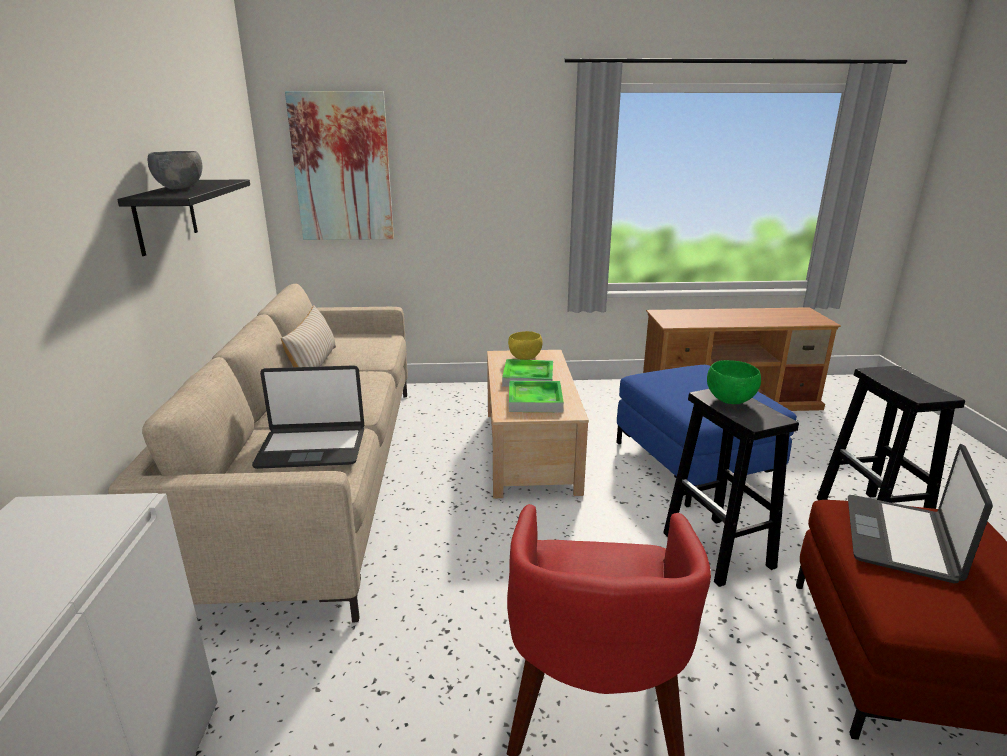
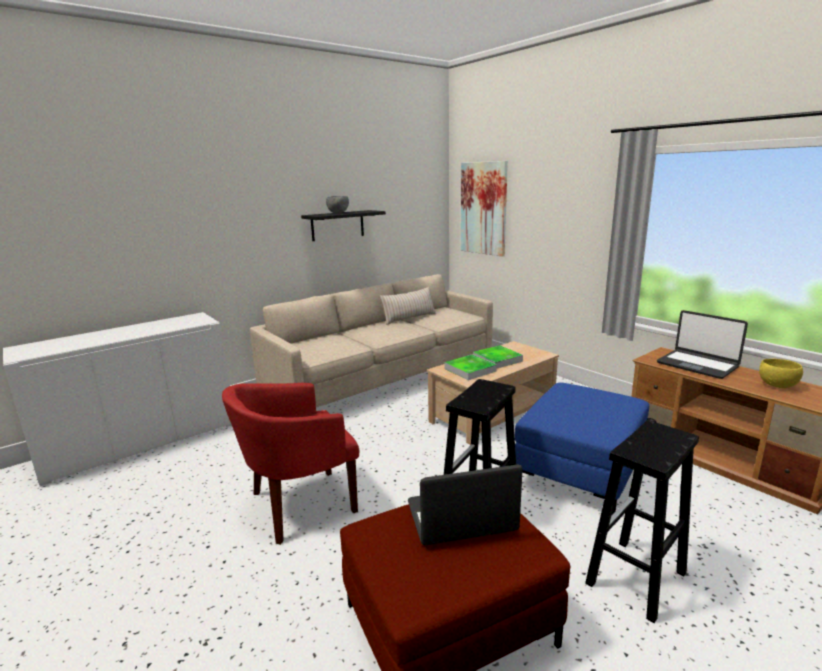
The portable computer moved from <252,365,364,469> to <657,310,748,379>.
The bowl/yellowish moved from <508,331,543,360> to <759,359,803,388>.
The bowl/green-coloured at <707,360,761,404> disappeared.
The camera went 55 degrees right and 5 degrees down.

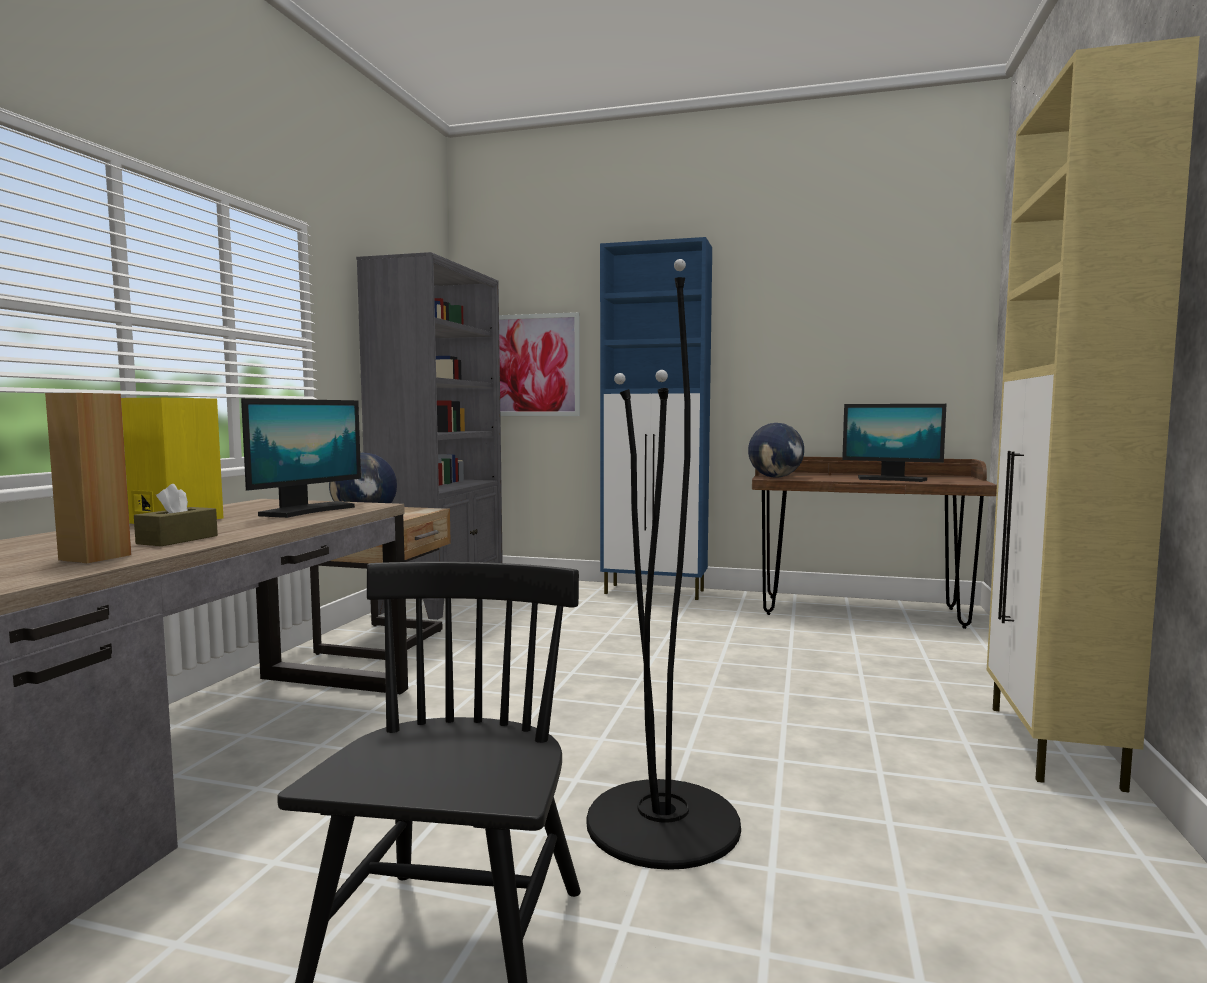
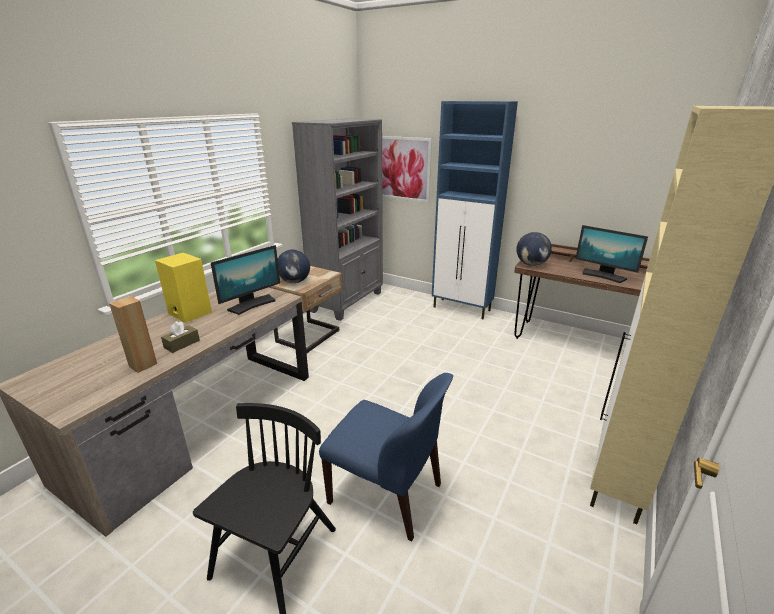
The standing lamp/black-coloured at <586,259,741,870> was replaced by the upright chair/bluish at <319,373,453,541>.
The camera went 15 degrees right and 20 degrees up.

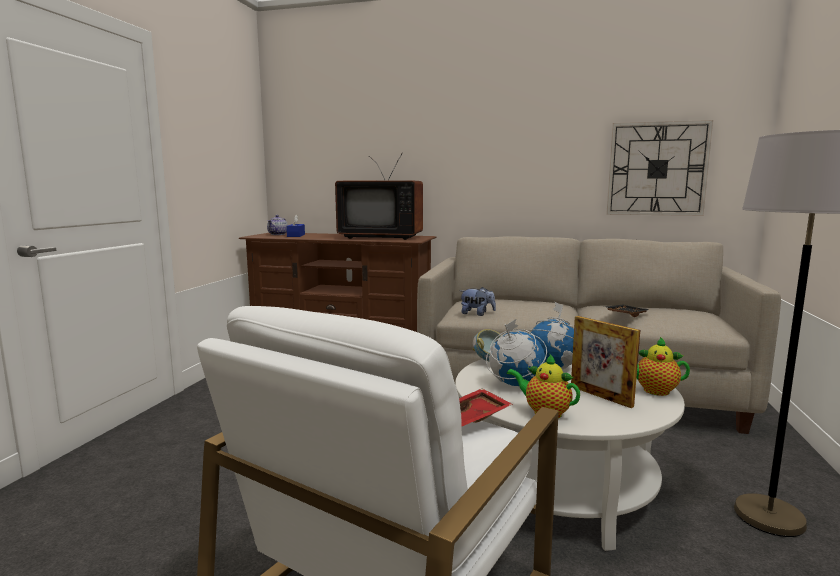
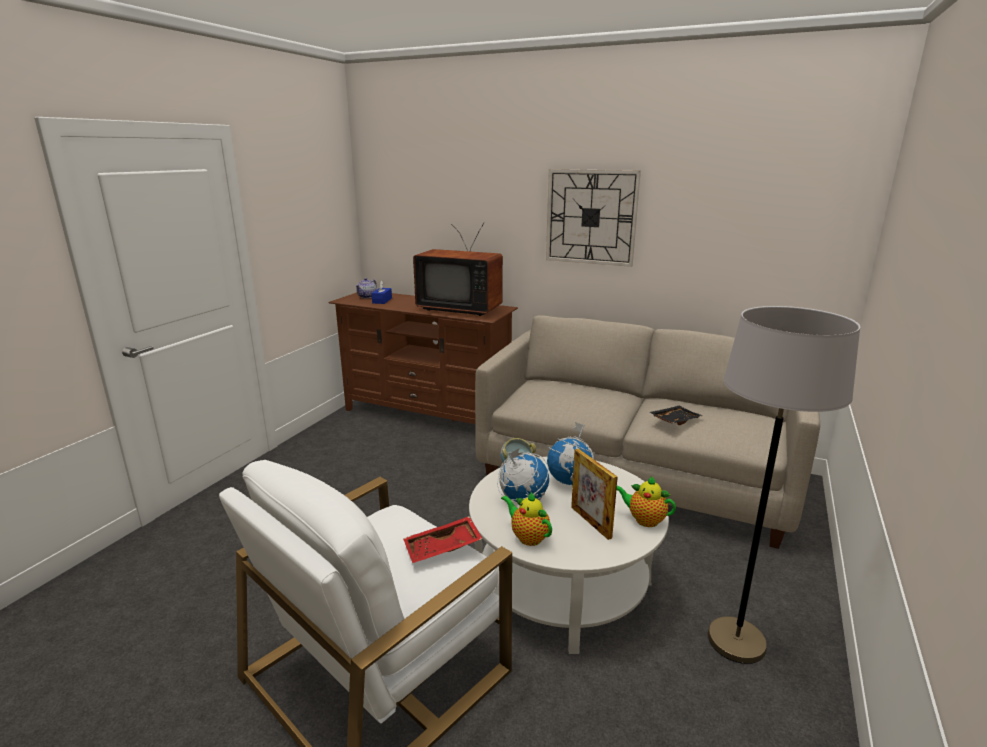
The cuddly toy at <460,287,496,316> disappeared.
The hanging clock moved from <607,120,713,216> to <546,169,641,267>.
The camera went 10 degrees right and 10 degrees up.

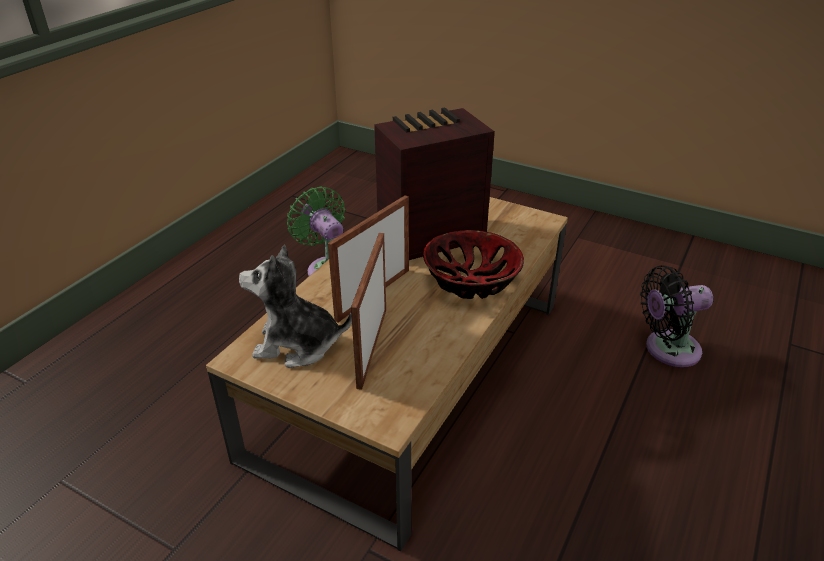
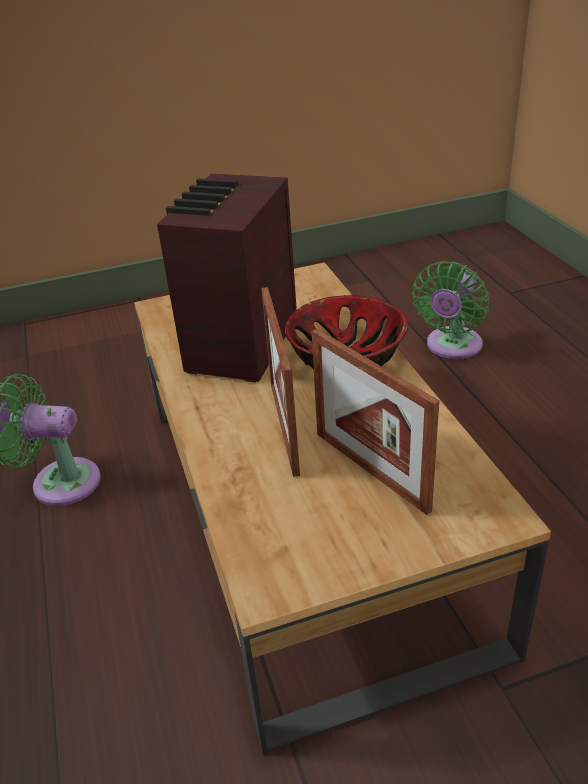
The cuddly toy at <239,245,352,368> disappeared.
The fan/black-coloured at <640,265,713,367> became the fan/green-coloured at <412,261,489,359>.
The camera went 45 degrees left and 0 degrees up.

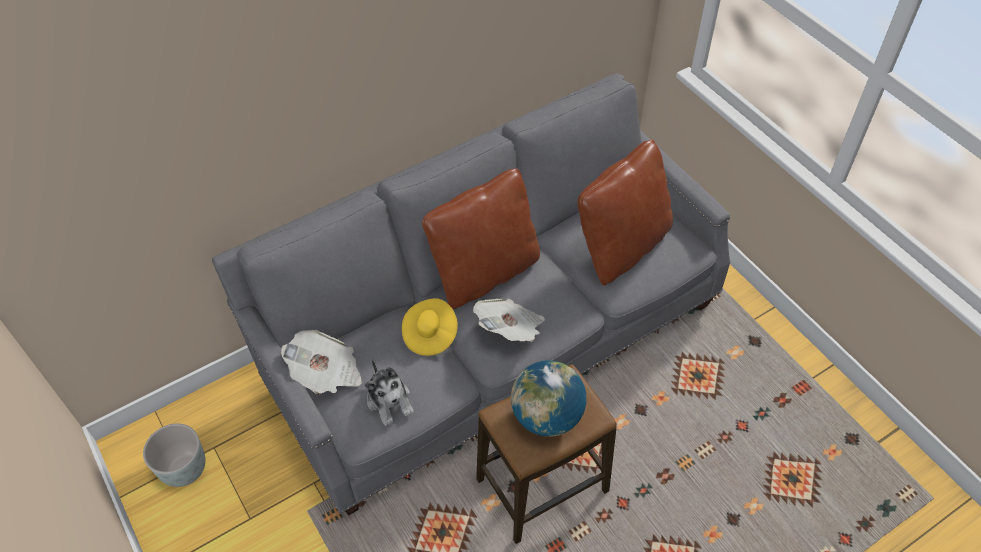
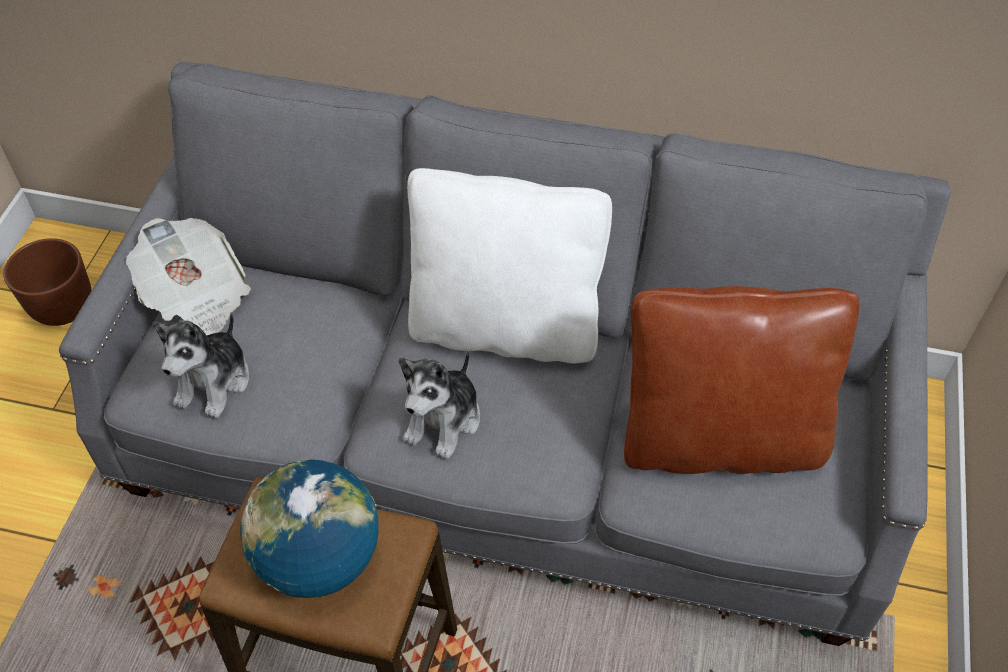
The planter/gray at <143,424,205,487> became the planter/brown-coloured at <3,238,92,326>.
The hat/yellowish at <402,298,458,356> disappeared.
The cushion/brown-coloured at <422,168,540,309> became the cushion/whitish at <407,168,612,363>.
The daily paper at <473,299,545,341> was replaced by the cuddly toy at <399,350,480,459>.
The camera went 45 degrees right and 0 degrees up.

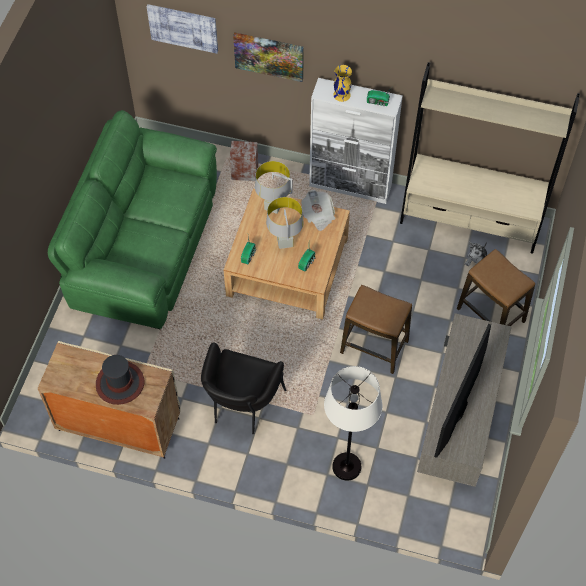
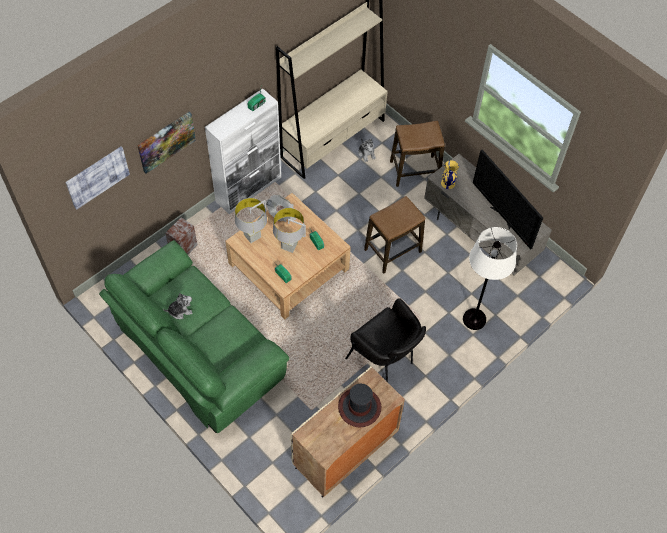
The decorative vase/yellowish moved from <333,65,352,102> to <441,160,459,189>.
The cuddly toy at <163,293,193,319> appeared.
The camera went 60 degrees left and 0 degrees up.

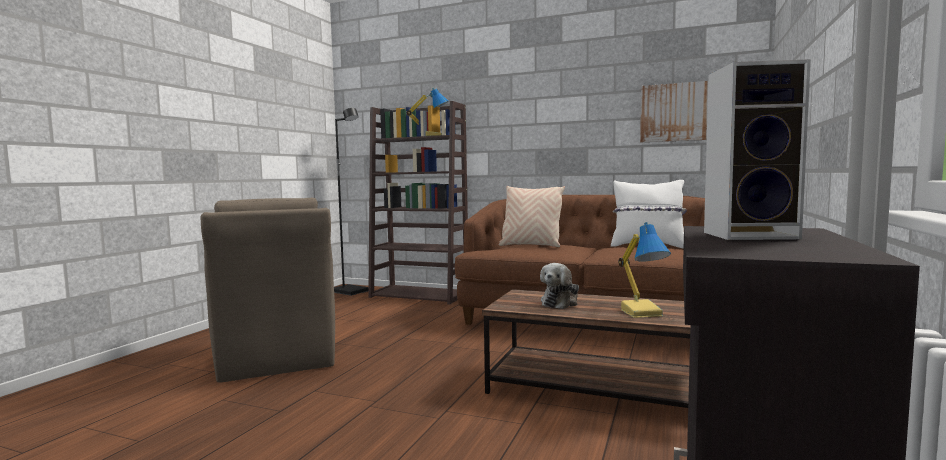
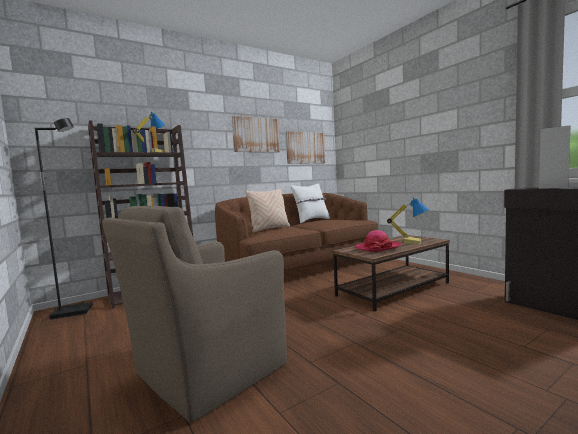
The easy chair/brown-coloured at <200,198,335,383> turned 120 degrees clockwise.
The cuddly toy at <540,263,579,309> was replaced by the hat at <355,230,401,252>.
The wall picture at <232,116,280,152> appeared.
The camera went 55 degrees left and 0 degrees up.

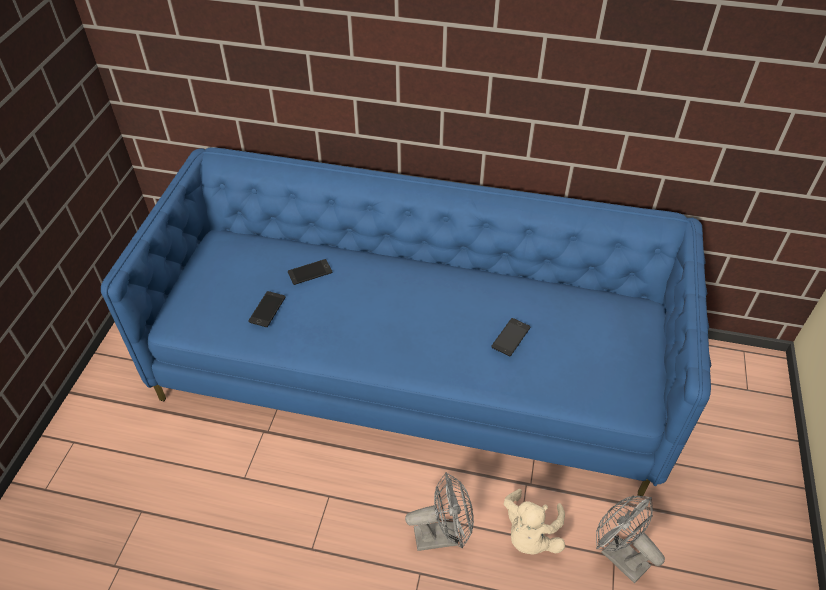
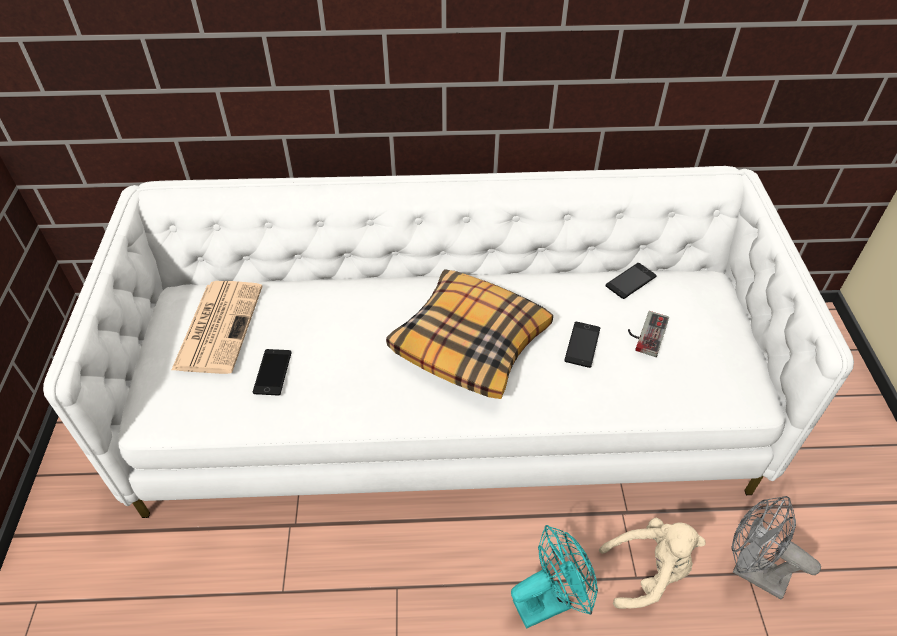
The settee/bluish at <101,147,711,496> became the settee/whitish at <43,166,854,518>.
The handset moved from <288,259,332,285> to <606,263,657,299>.
The fan/gray at <405,472,474,551> became the fan/blue-green at <511,525,598,628>.
The cuddly toy/beige at <504,489,565,555> turned 105 degrees counterclockwise.
The daily paper at <171,281,263,374> appeared.
The cushion at <386,269,553,399> appeared.
The gamepad at <628,311,669,357> appeared.
The camera went 15 degrees left and 0 degrees up.

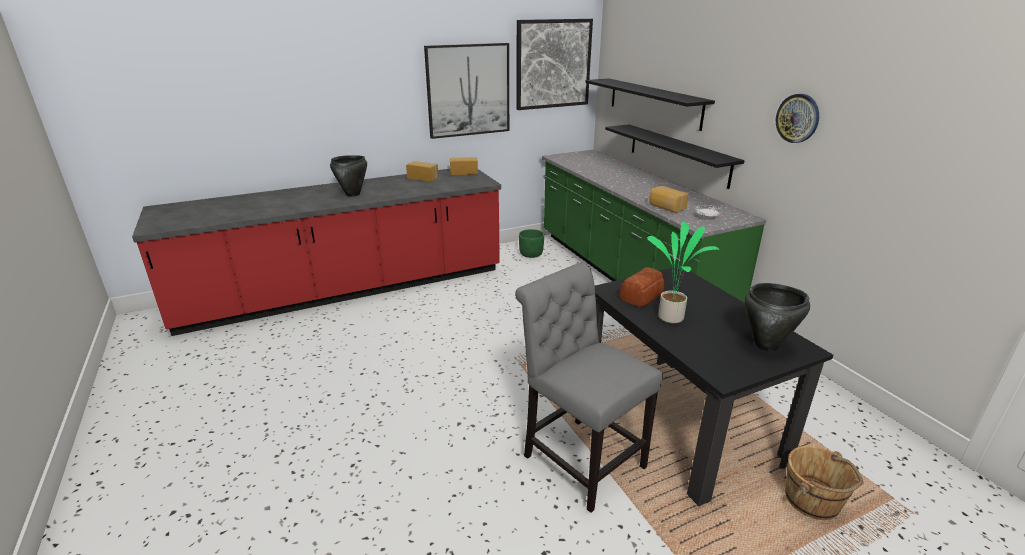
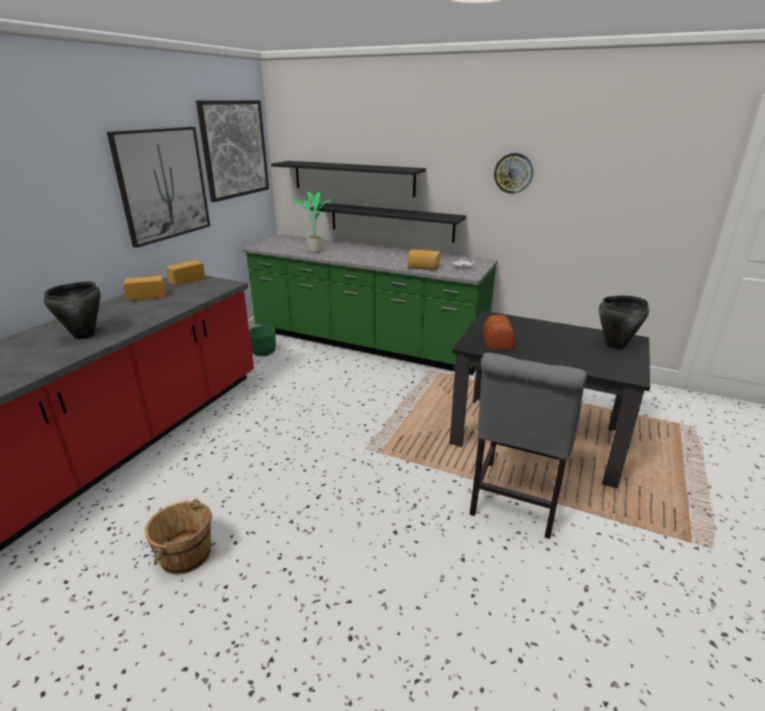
The upright chair/gray at <515,263,663,513> turned 75 degrees counterclockwise.
The houseplant moved from <647,222,719,323> to <293,192,331,253>.
The bucket/brown-coloured moved from <785,446,863,520> to <145,499,212,574>.
The camera went 40 degrees left and 0 degrees up.

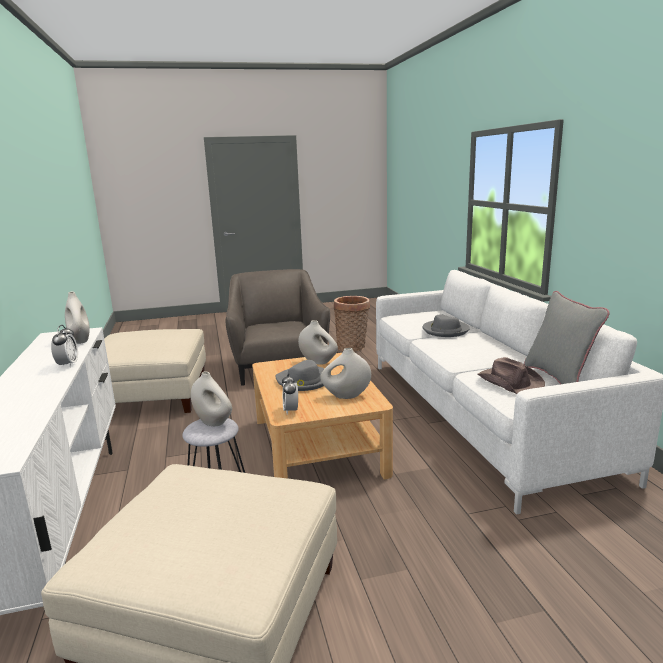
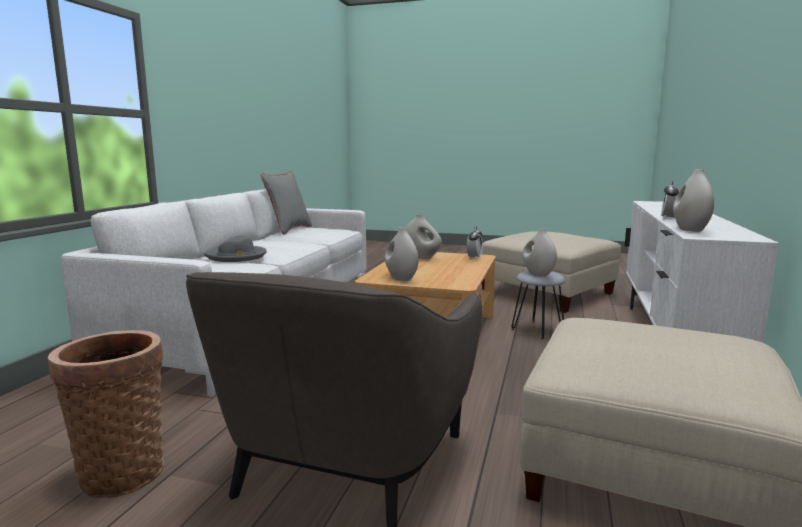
The hat/gray at <275,360,325,391> disappeared.
The hat/brown-coloured at <478,357,545,394> disappeared.
The camera went 150 degrees left and 5 degrees down.

